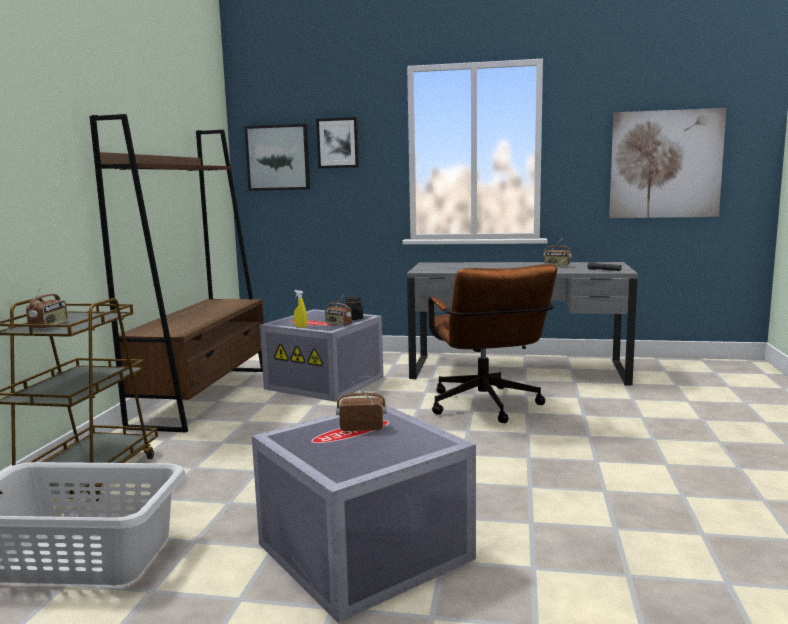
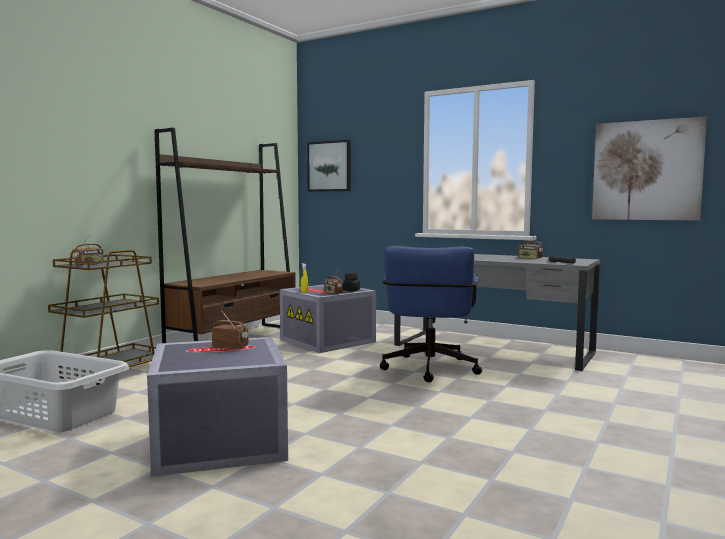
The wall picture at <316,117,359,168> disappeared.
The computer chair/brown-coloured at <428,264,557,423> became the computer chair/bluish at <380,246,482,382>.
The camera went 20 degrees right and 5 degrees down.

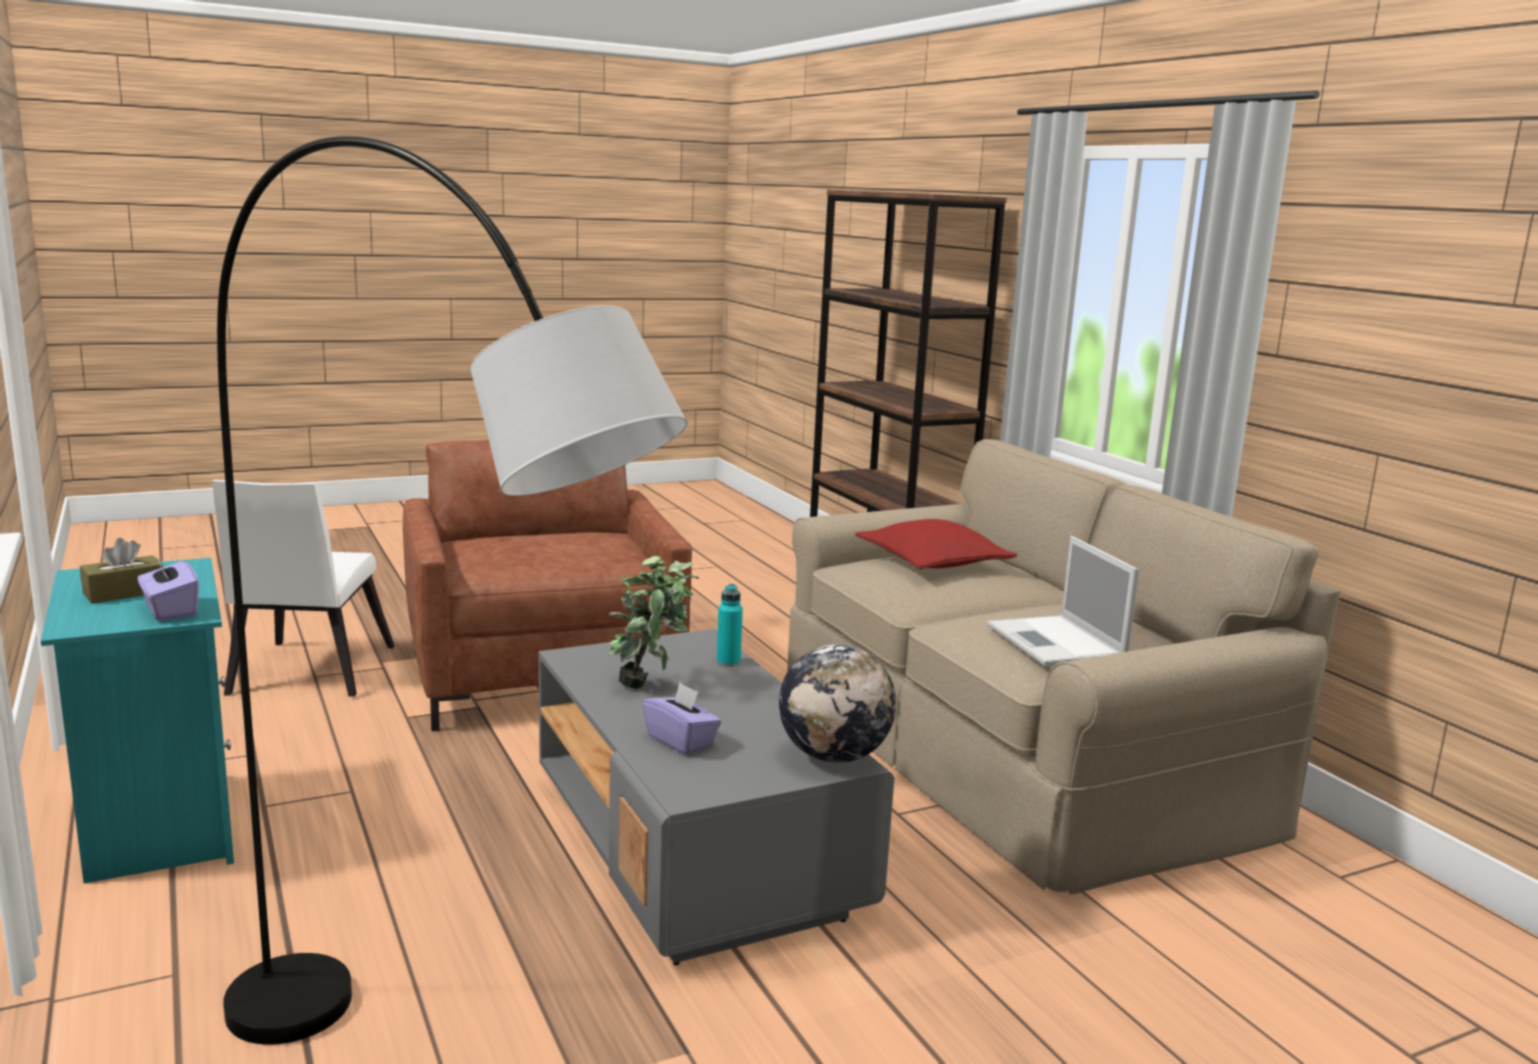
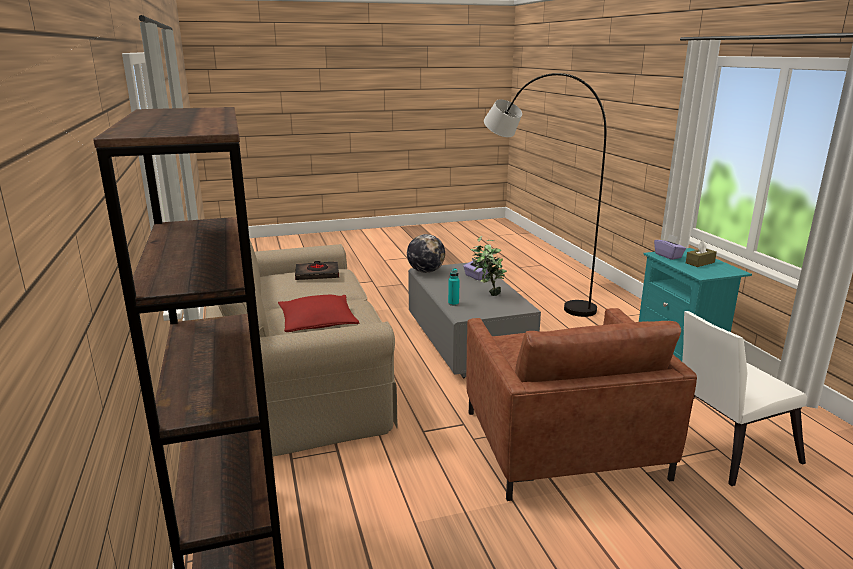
The upright chair/whitish at <212,480,395,697> turned 120 degrees counterclockwise.
The portable computer at <987,536,1139,667> was replaced by the book/black-coloured at <295,261,339,280>.
The camera went 170 degrees left and 5 degrees up.

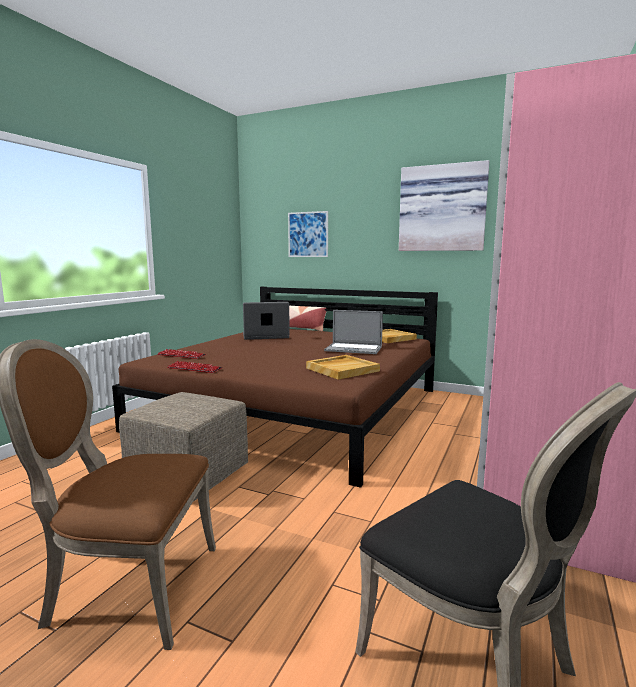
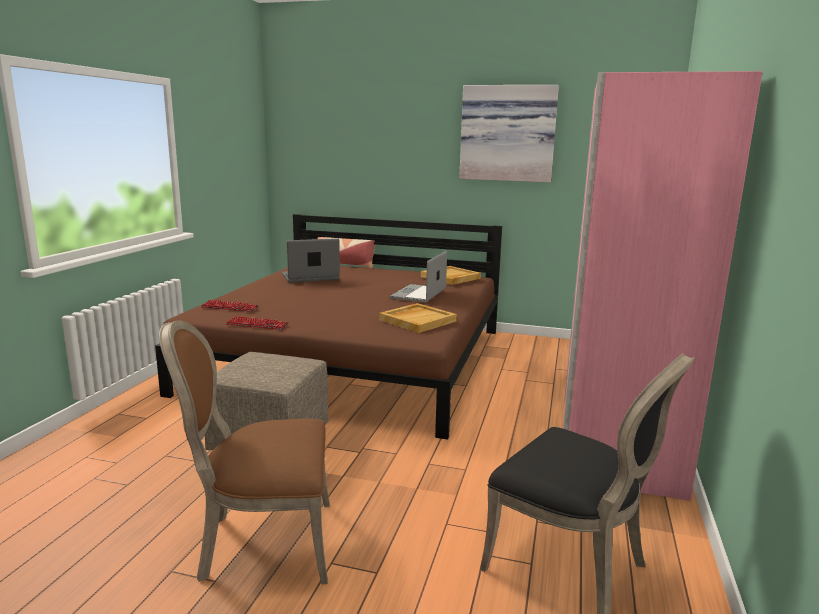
The wall picture at <288,211,328,257> disappeared.
The portable computer at <324,310,383,354> turned 105 degrees clockwise.
The camera went 10 degrees left and 5 degrees up.

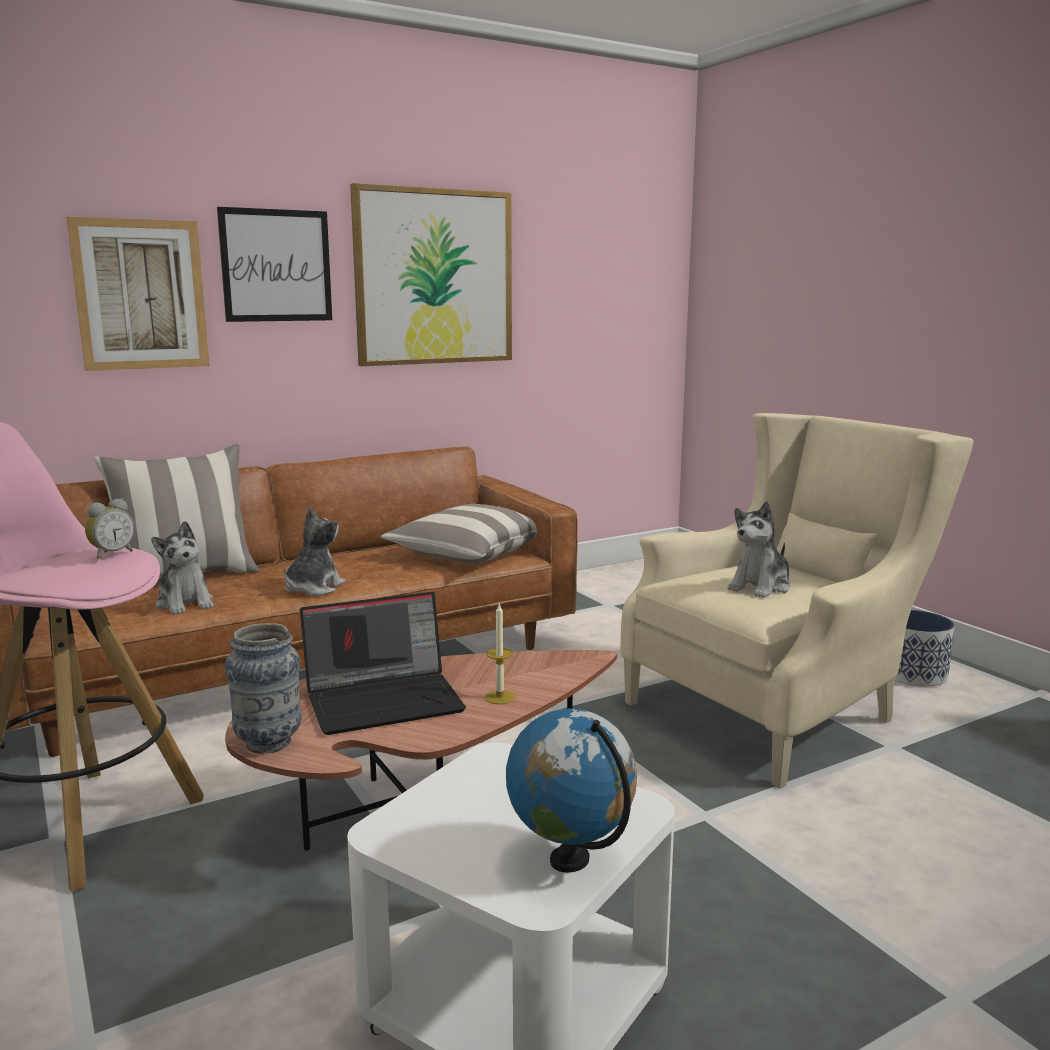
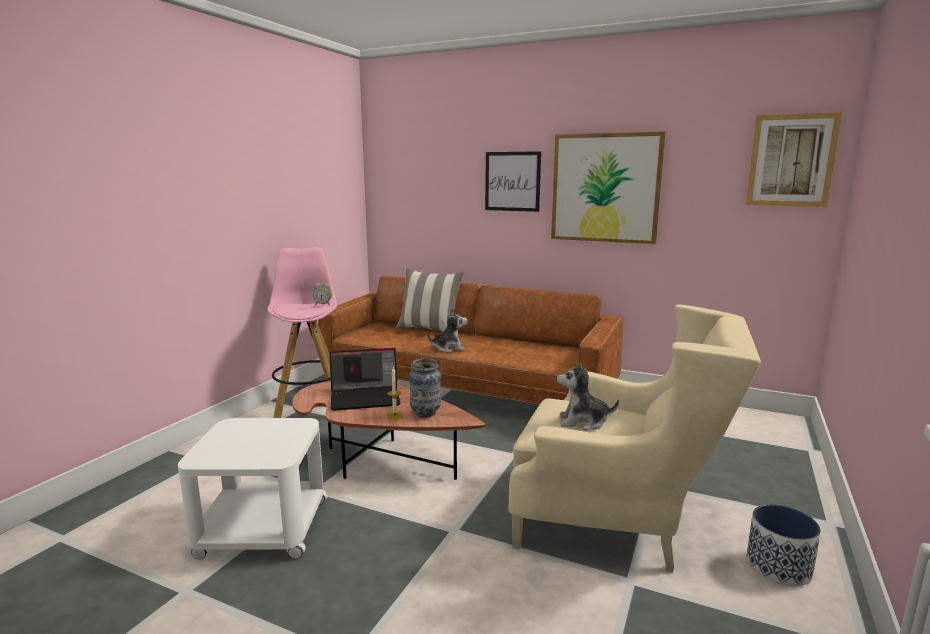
The wall picture moved from <66,217,209,371> to <746,112,842,207>.
The cuddly toy at <151,521,214,615> disappeared.
The decorative vase moved from <225,623,302,754> to <408,358,441,418>.
The portable computer at <300,592,466,735> turned 45 degrees counterclockwise.
The cushion at <381,504,537,563> disappeared.
The desk globe at <506,708,637,873> disappeared.
The camera went 55 degrees right and 0 degrees up.

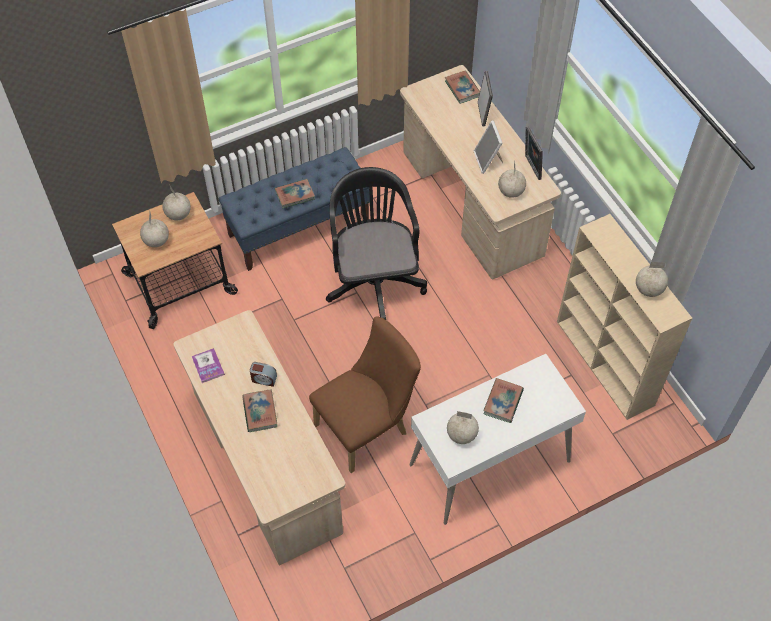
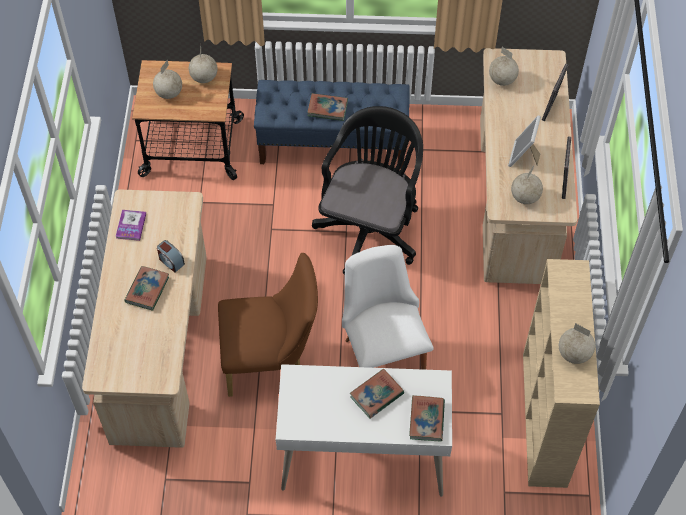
The book moved from <445,71,480,104> to <409,395,445,442>.
The desk globe moved from <447,411,479,444> to <489,47,519,86>.
The upright chair/whitish at <342,245,434,370> appeared.
The camera went 30 degrees right and 0 degrees up.

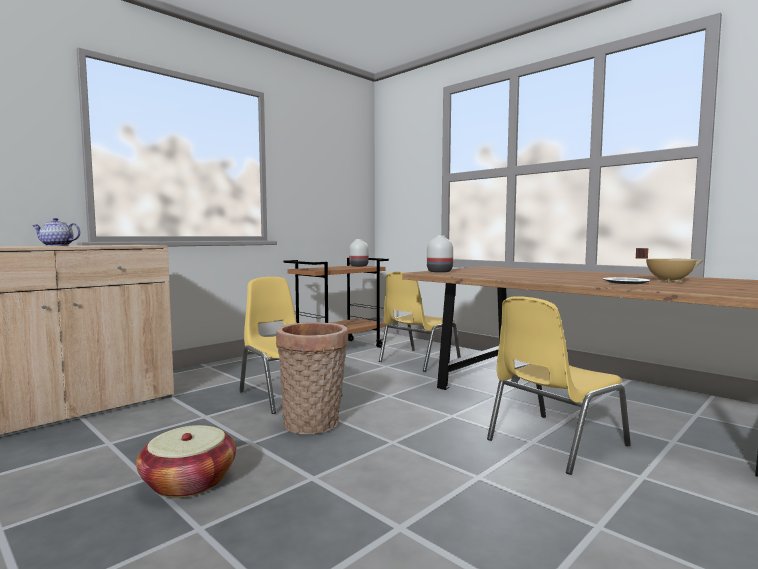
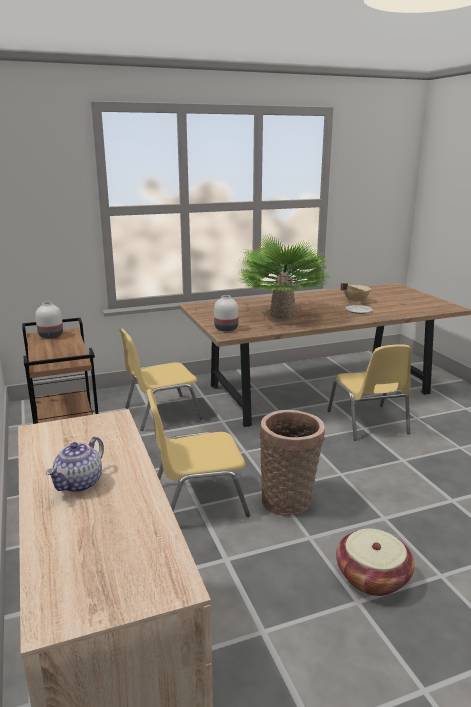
The upright chair/yellowish at <379,272,461,372> turned 90 degrees clockwise.
The houseplant at <237,234,332,319> appeared.
The camera went 65 degrees left and 15 degrees up.

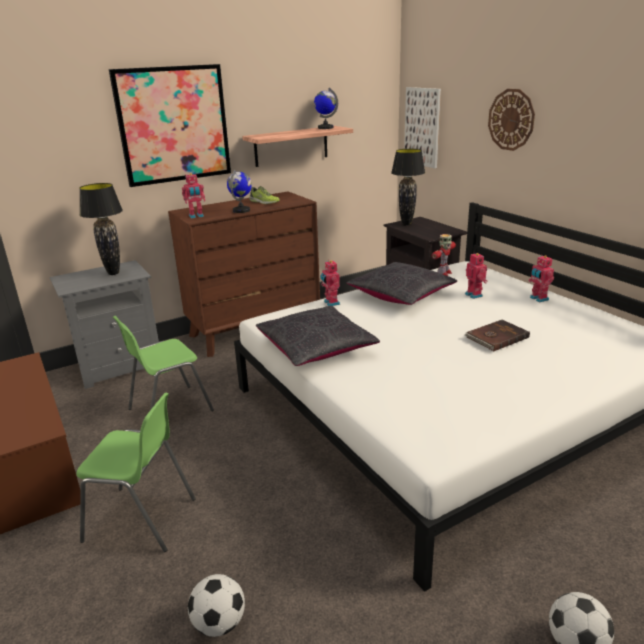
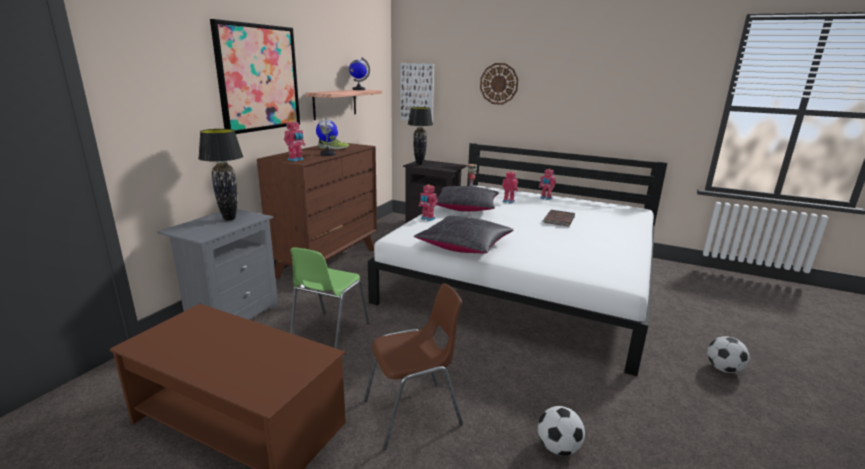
The upright chair/green-coloured at <76,393,196,552> became the upright chair/brown-coloured at <364,283,463,450>.
The camera went 35 degrees left and 5 degrees down.

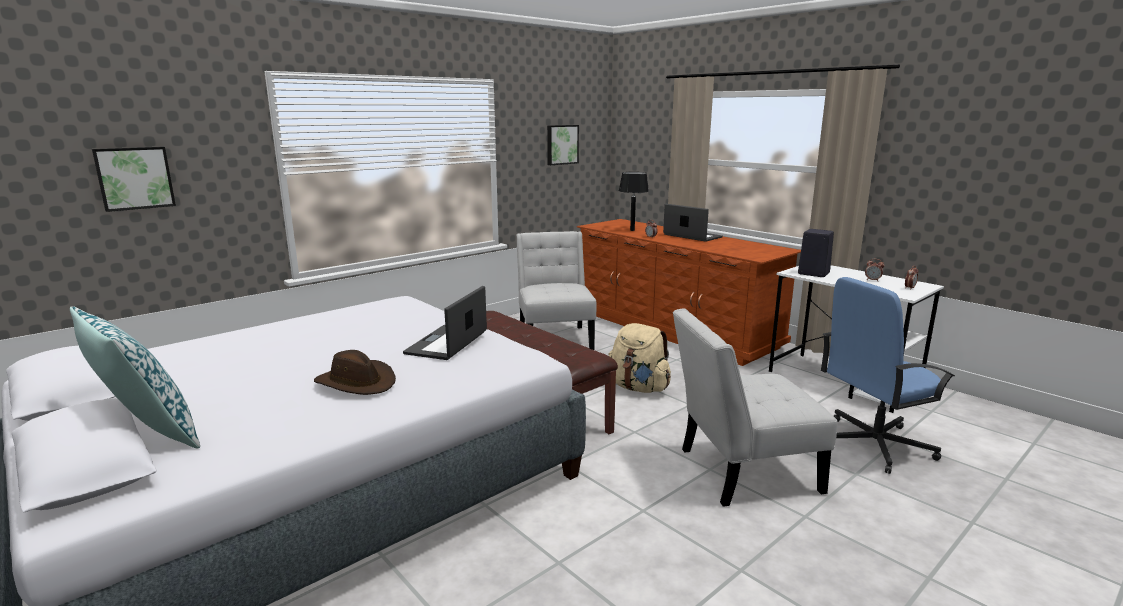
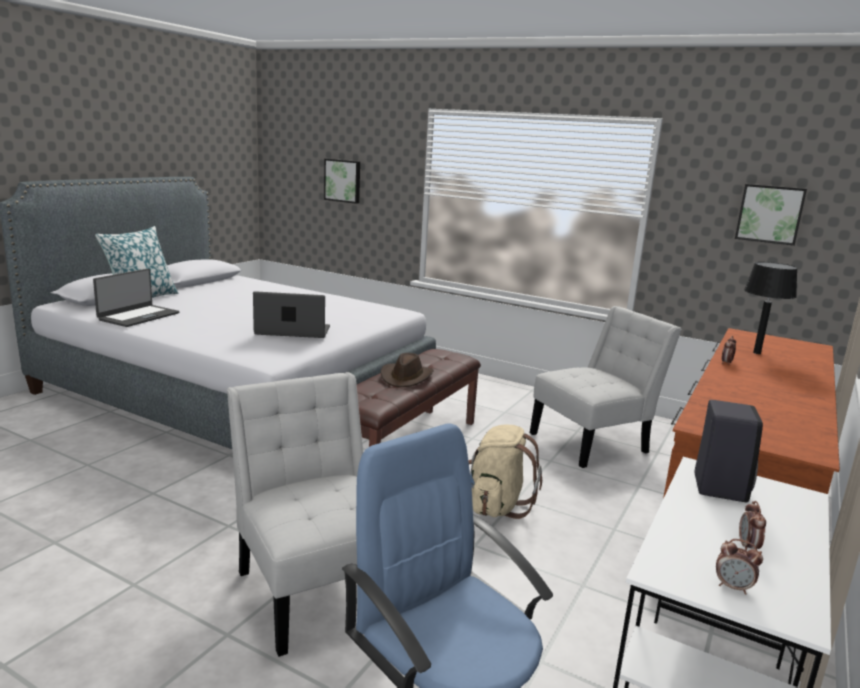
The hat/brown-coloured moved from <314,350,396,395> to <380,353,434,387>.
The portable computer moved from <663,204,723,242> to <93,269,179,327>.
The camera went 70 degrees right and 0 degrees up.

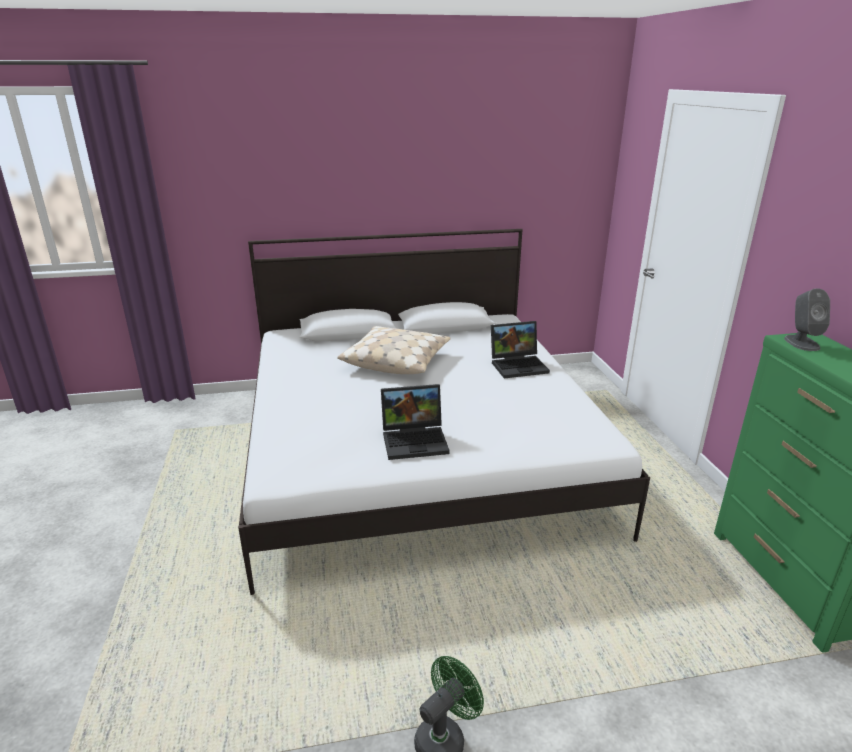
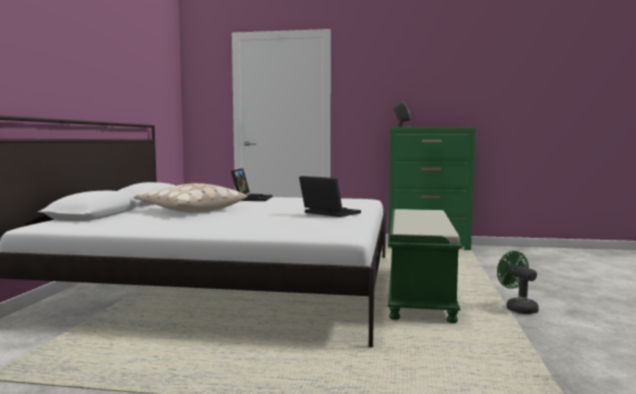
The portable computer at <381,384,450,460> turned 60 degrees counterclockwise.
The bench/green-coloured at <388,209,462,323> appeared.
The camera went 70 degrees left and 20 degrees down.

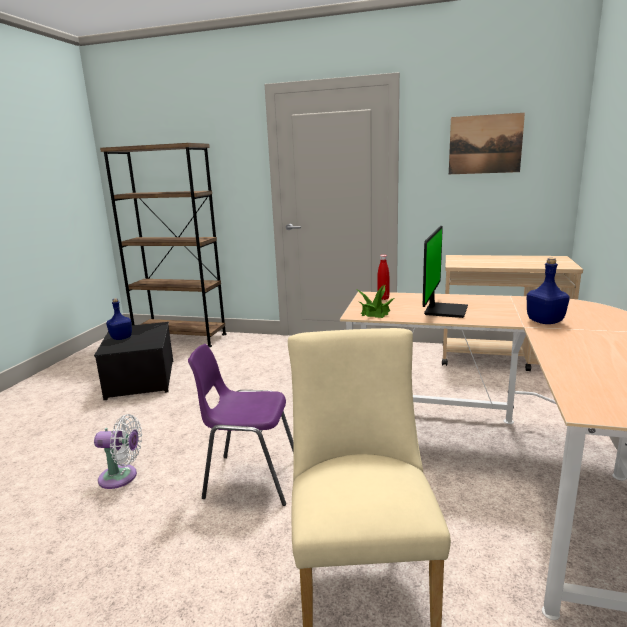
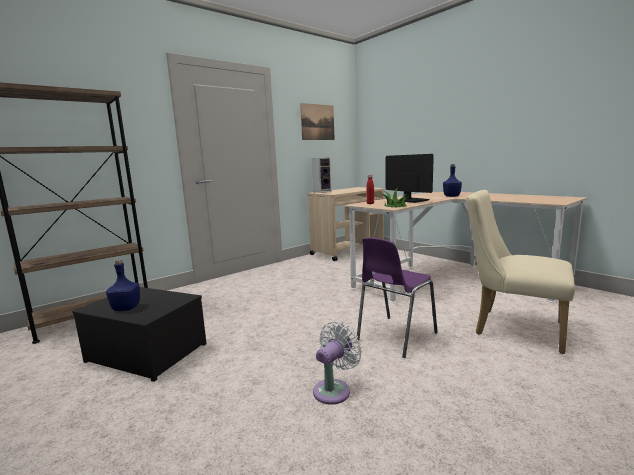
The speaker at <312,158,331,193> appeared.
The camera went 55 degrees left and 5 degrees down.

